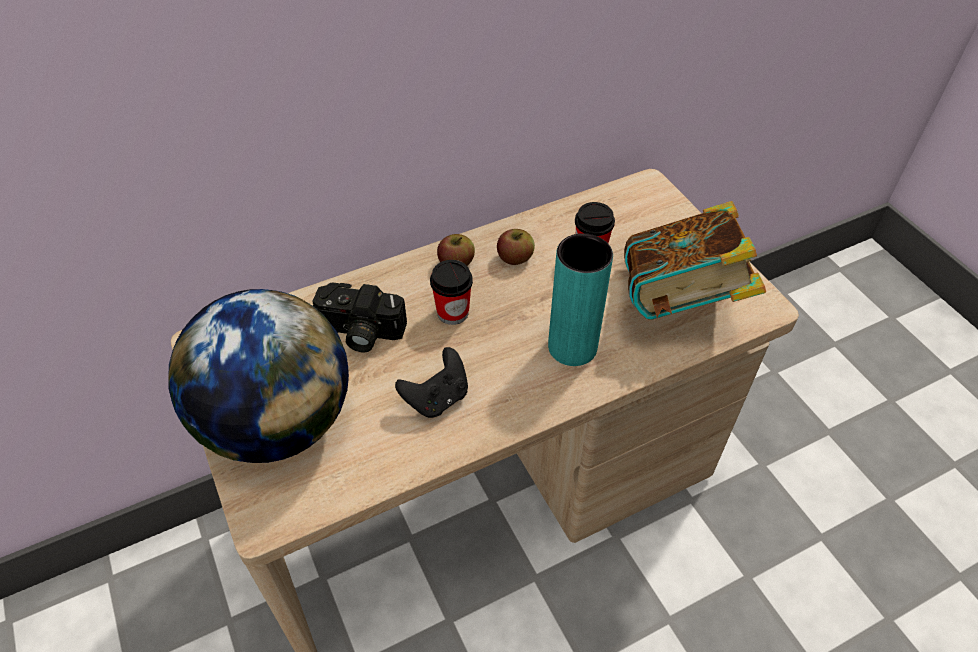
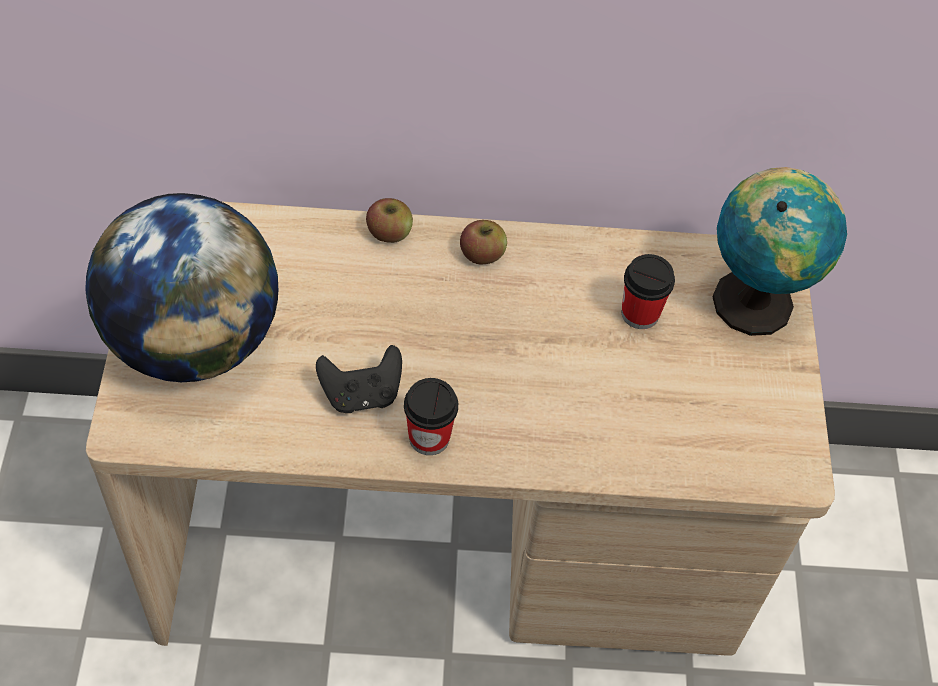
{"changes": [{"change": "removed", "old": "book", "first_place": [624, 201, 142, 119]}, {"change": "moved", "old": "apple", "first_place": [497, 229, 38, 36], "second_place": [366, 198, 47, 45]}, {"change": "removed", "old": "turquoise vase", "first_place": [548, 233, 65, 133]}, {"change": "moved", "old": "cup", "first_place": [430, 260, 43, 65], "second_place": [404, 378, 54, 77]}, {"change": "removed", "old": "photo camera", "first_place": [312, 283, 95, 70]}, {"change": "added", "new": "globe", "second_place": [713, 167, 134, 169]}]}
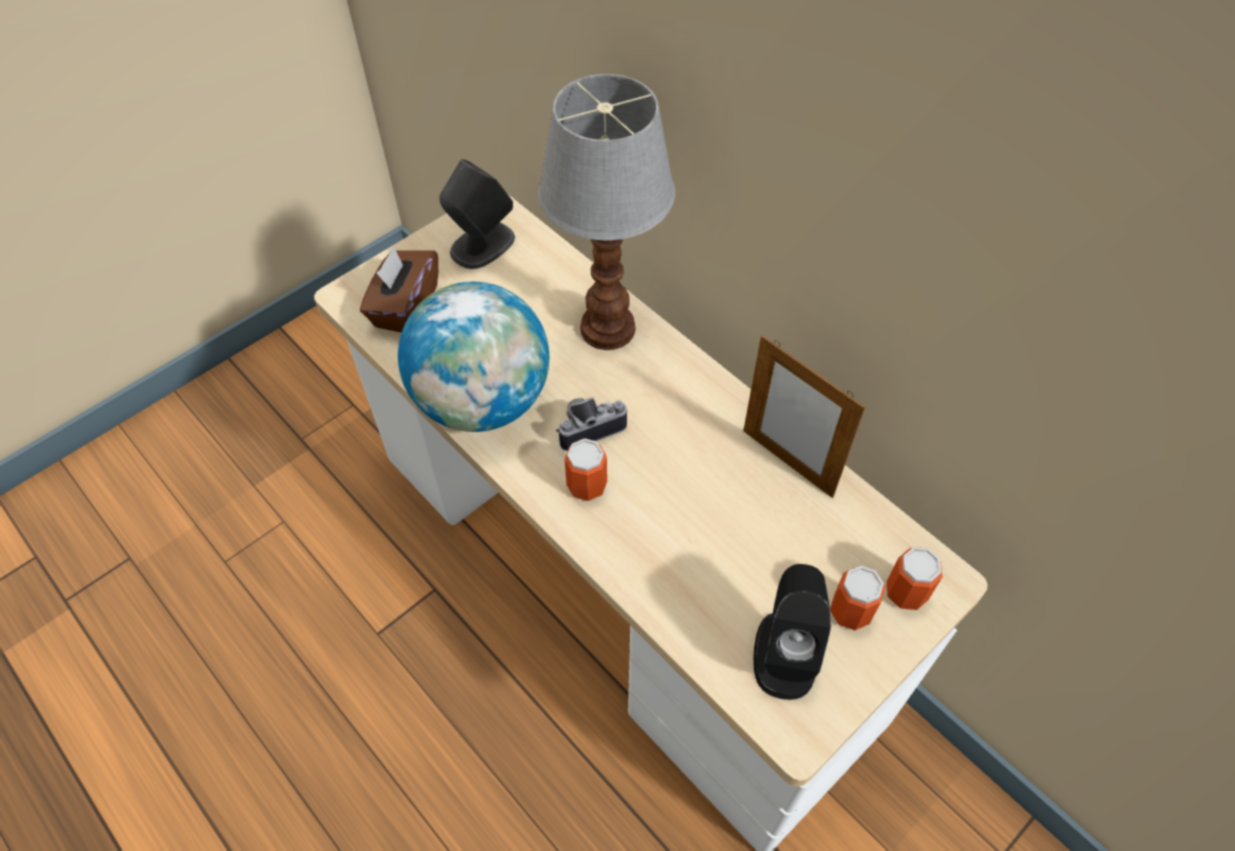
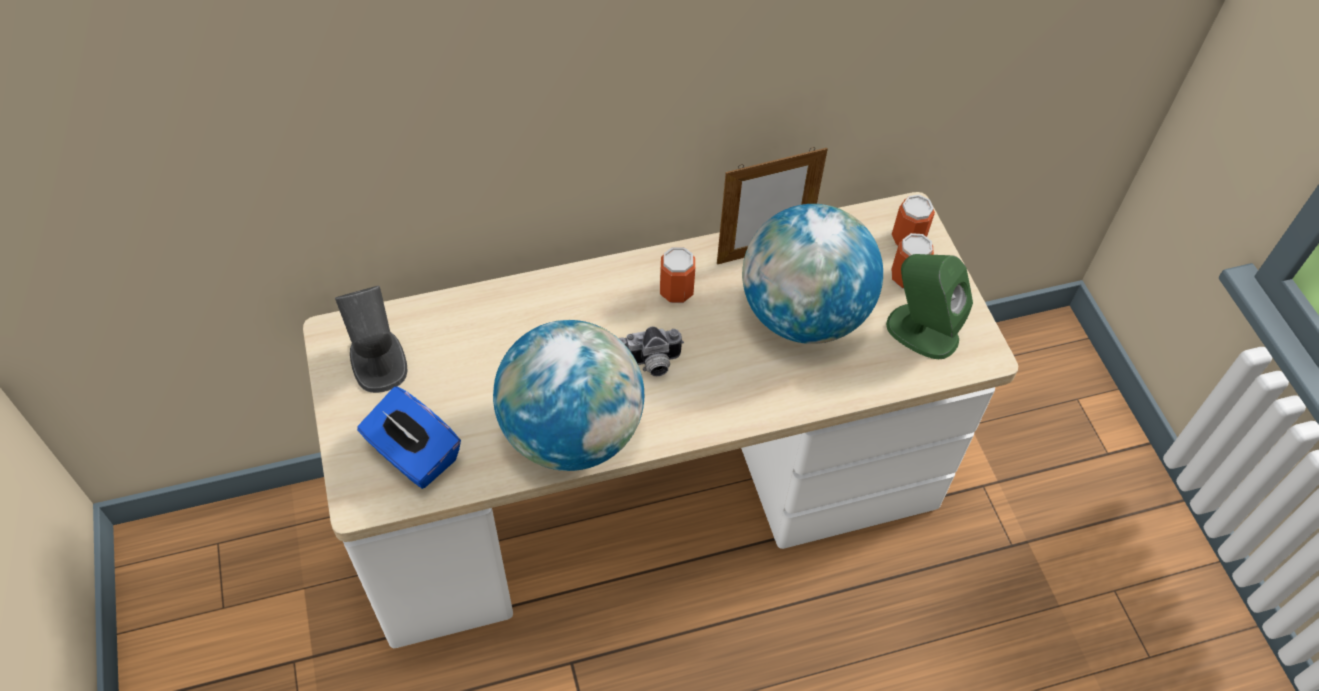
{"changes": [{"change": "removed", "old": "table lamp", "first_place": [538, 74, 137, 276]}, {"change": "recoloured", "old": "brown tissue box", "new": "blue tissue box", "first_place": [360, 247, 78, 86], "second_place": [357, 387, 104, 102]}, {"change": "turned", "old": "photo camera", "first_place": [556, 397, 71, 54], "second_place": [619, 327, 65, 49], "degrees": -105}, {"change": "moved", "old": "can", "first_place": [565, 438, 42, 63], "second_place": [660, 247, 35, 56]}, {"change": "recoloured", "old": "black speaker", "new": "green speaker", "first_place": [753, 564, 78, 136], "second_place": [886, 254, 87, 105]}, {"change": "added", "new": "globe", "second_place": [742, 204, 141, 140]}]}
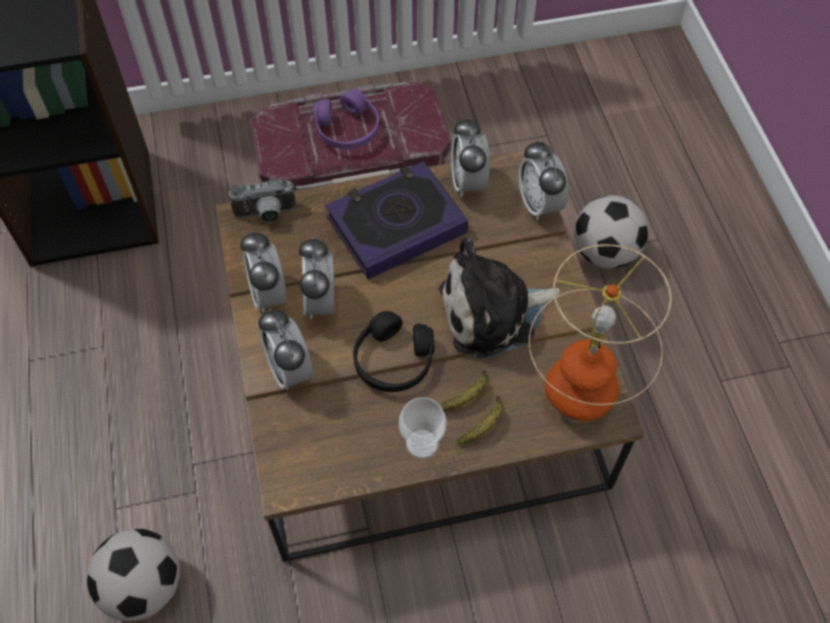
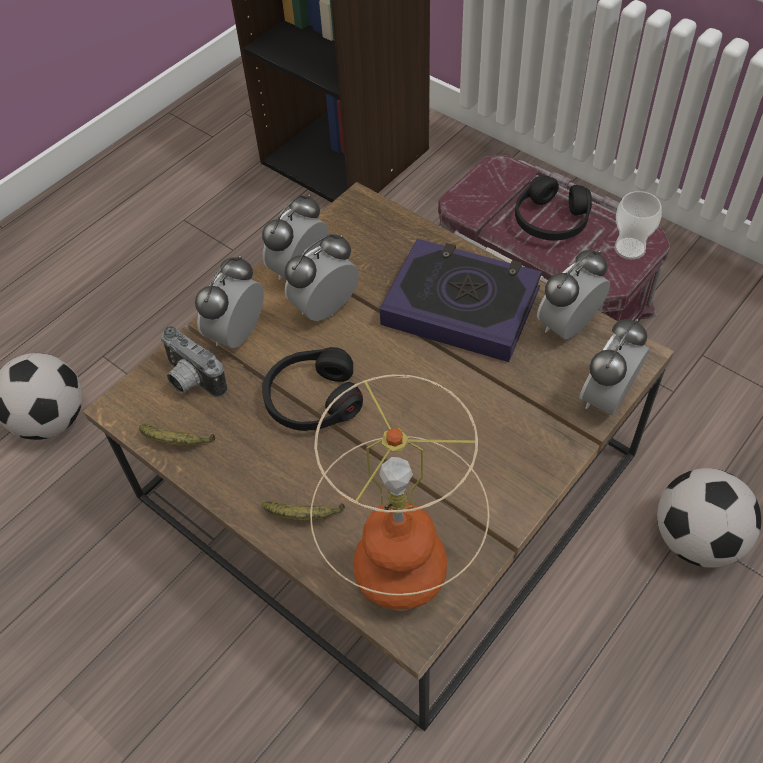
{"changes": [{"change": "recoloured", "old": "purple headphones", "new": "black headphones", "first_place": [313, 89, 66, 60], "second_place": [515, 176, 77, 65]}, {"change": "moved", "old": "photo camera", "first_place": [229, 179, 67, 44], "second_place": [161, 326, 66, 71]}, {"change": "removed", "old": "plush toy", "first_place": [439, 237, 121, 121]}, {"change": "moved", "old": "banana", "first_place": [440, 369, 47, 43], "second_place": [139, 424, 77, 22]}, {"change": "moved", "old": "cup", "first_place": [399, 397, 47, 62], "second_place": [614, 191, 48, 69]}]}
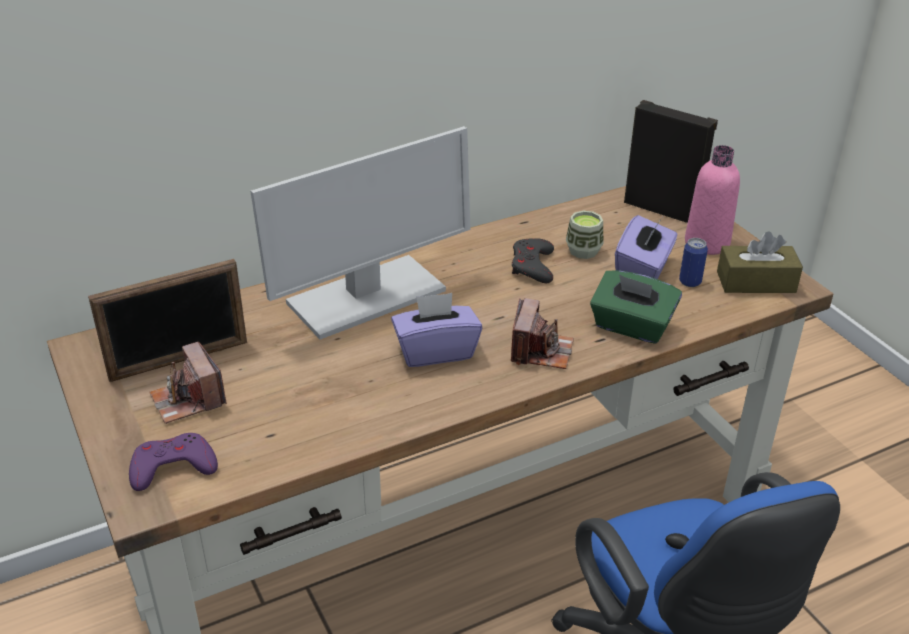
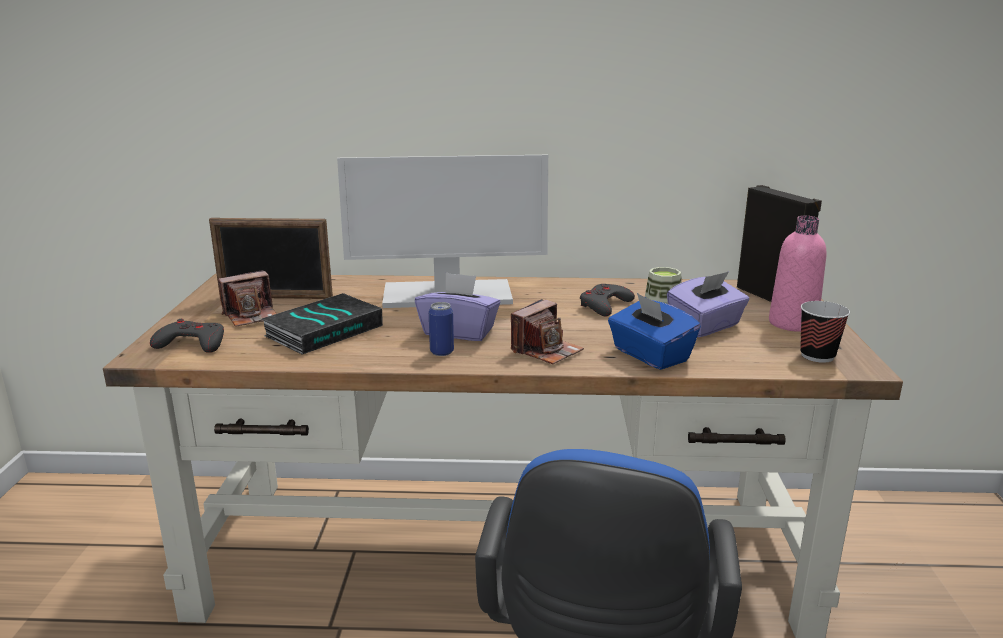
{"changes": [{"change": "replaced", "old": "brown tissue box", "new": "cup", "first_place": [717, 231, 86, 62], "second_place": [800, 301, 50, 62]}, {"change": "moved", "old": "can", "first_place": [679, 238, 29, 49], "second_place": [429, 302, 25, 54]}, {"change": "recoloured", "old": "green tissue box", "new": "blue tissue box", "first_place": [590, 271, 92, 73], "second_place": [608, 293, 93, 77]}, {"change": "turned", "old": "photo camera", "first_place": [150, 342, 77, 82], "second_place": [218, 270, 59, 57], "degrees": -120}, {"change": "recoloured", "old": "purple game controller", "new": "grey game controller", "first_place": [129, 433, 89, 58], "second_place": [150, 319, 74, 34]}, {"change": "added", "new": "book", "second_place": [261, 293, 122, 62]}]}
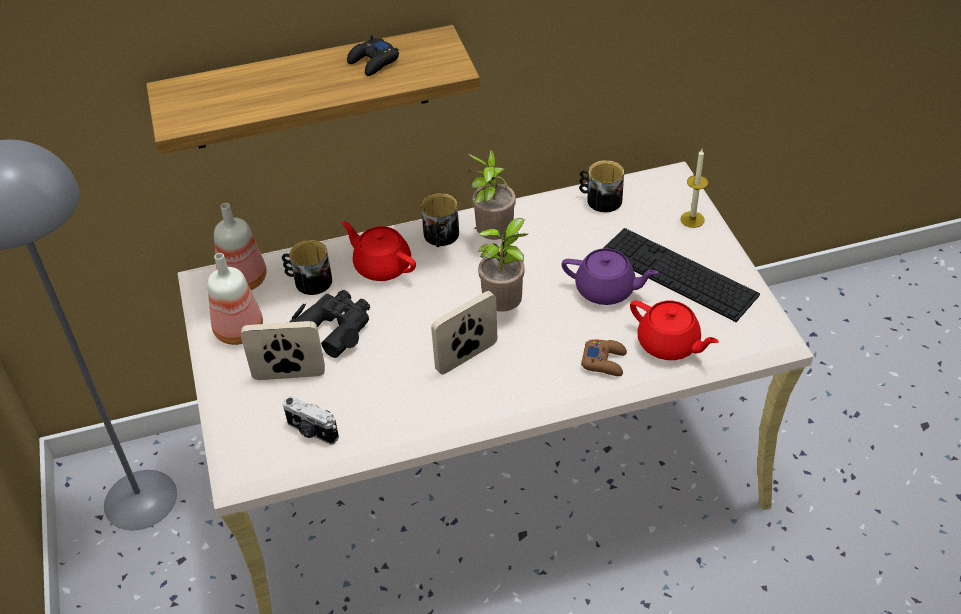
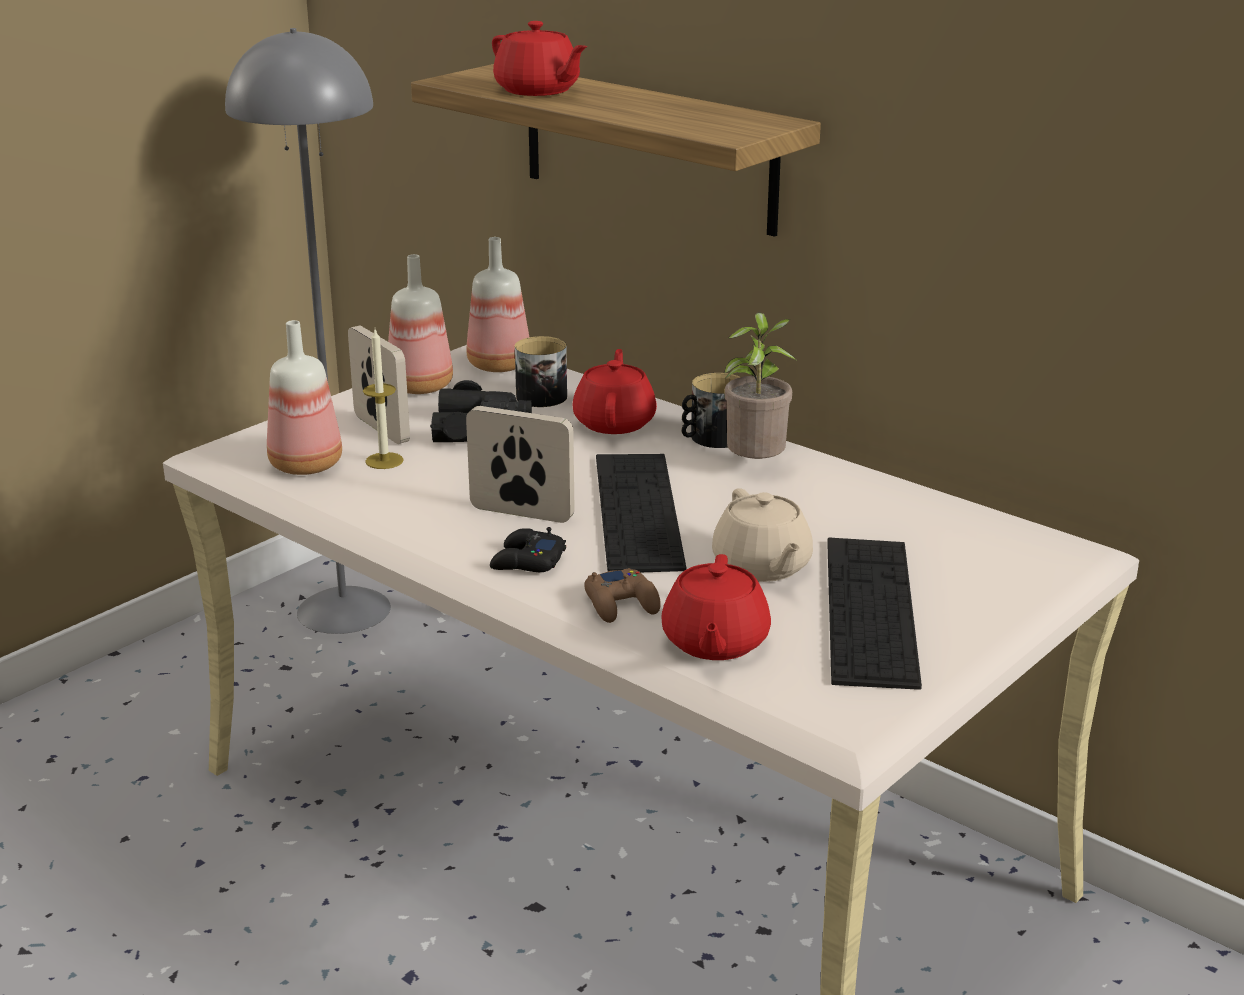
{"changes": [{"change": "moved", "old": "black game controller", "first_place": [347, 35, 52, 41], "second_place": [490, 527, 76, 45]}, {"change": "moved", "old": "candle", "first_place": [680, 149, 28, 79], "second_place": [363, 329, 41, 140]}, {"change": "removed", "old": "mug", "first_place": [579, 160, 45, 52]}, {"change": "replaced", "old": "potted plant", "new": "keyboard", "first_place": [478, 218, 50, 94], "second_place": [596, 454, 90, 118]}, {"change": "recoloured", "old": "purple teapot", "new": "beige teapot", "first_place": [562, 248, 97, 57], "second_place": [712, 488, 101, 94]}, {"change": "replaced", "old": "photo camera", "new": "bottle", "first_place": [283, 396, 56, 49], "second_place": [267, 320, 75, 155]}, {"change": "added", "new": "red teapot", "second_place": [492, 21, 96, 75]}]}
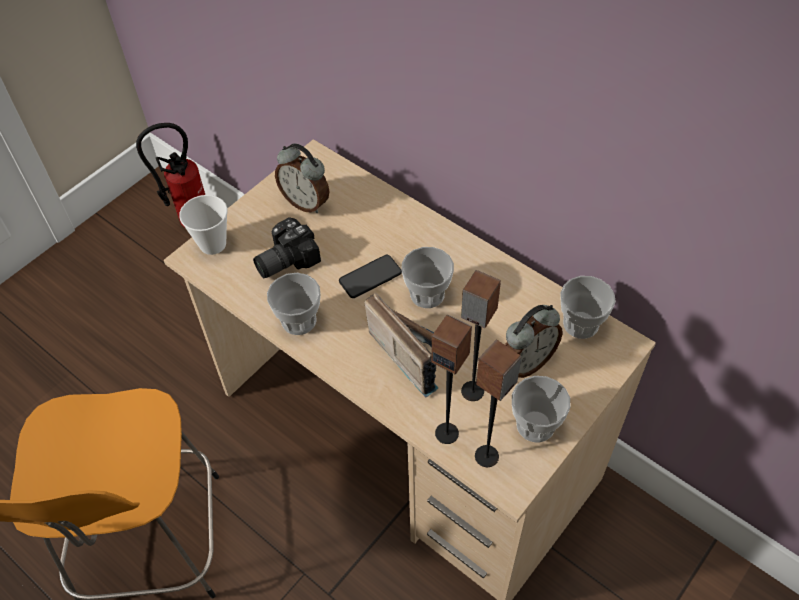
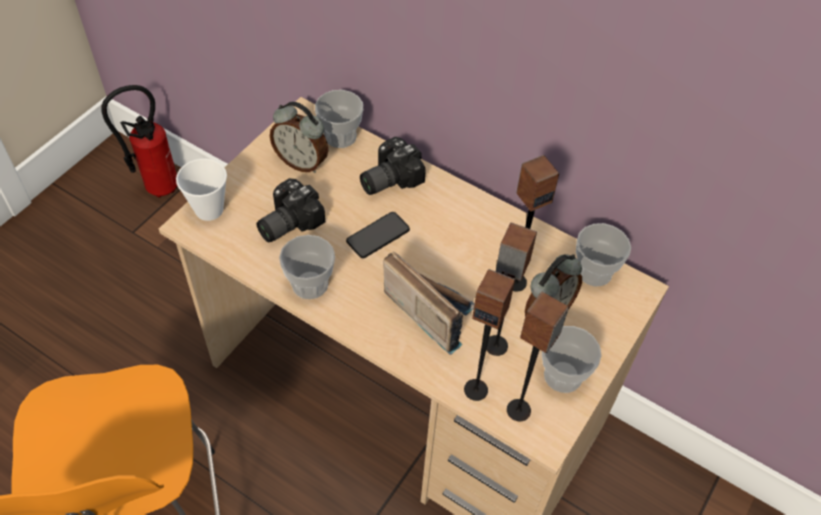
{"changes": [{"change": "moved", "old": "cup", "first_place": [401, 247, 53, 61], "second_place": [315, 90, 48, 58]}, {"change": "added", "new": "photo camera", "second_place": [360, 137, 66, 58]}, {"change": "added", "new": "speaker", "second_place": [513, 155, 46, 137]}]}
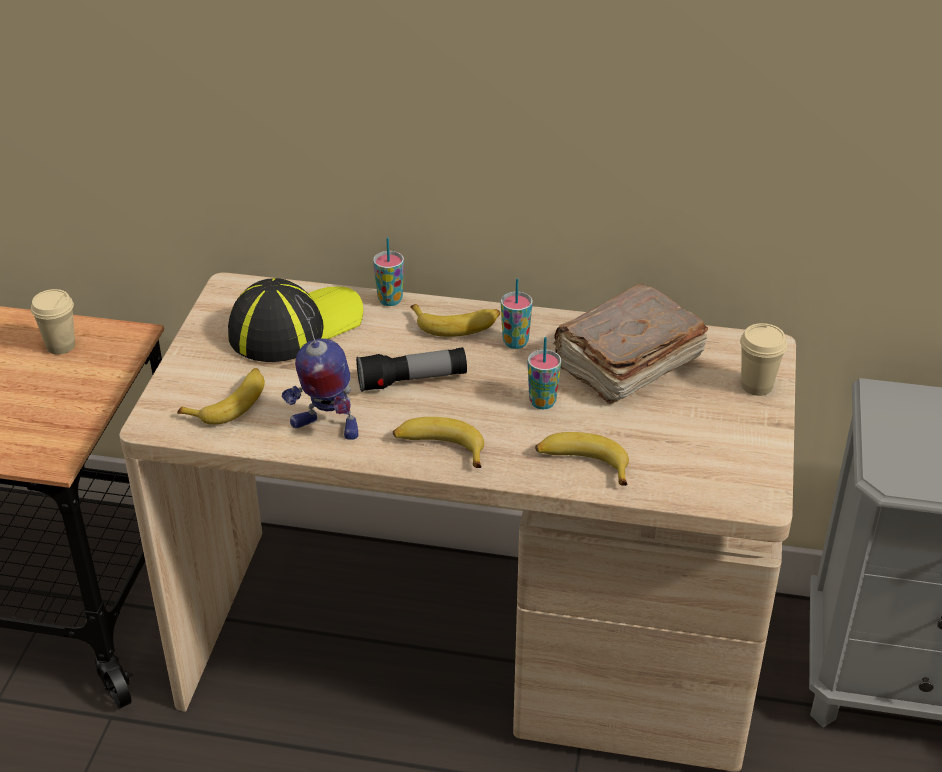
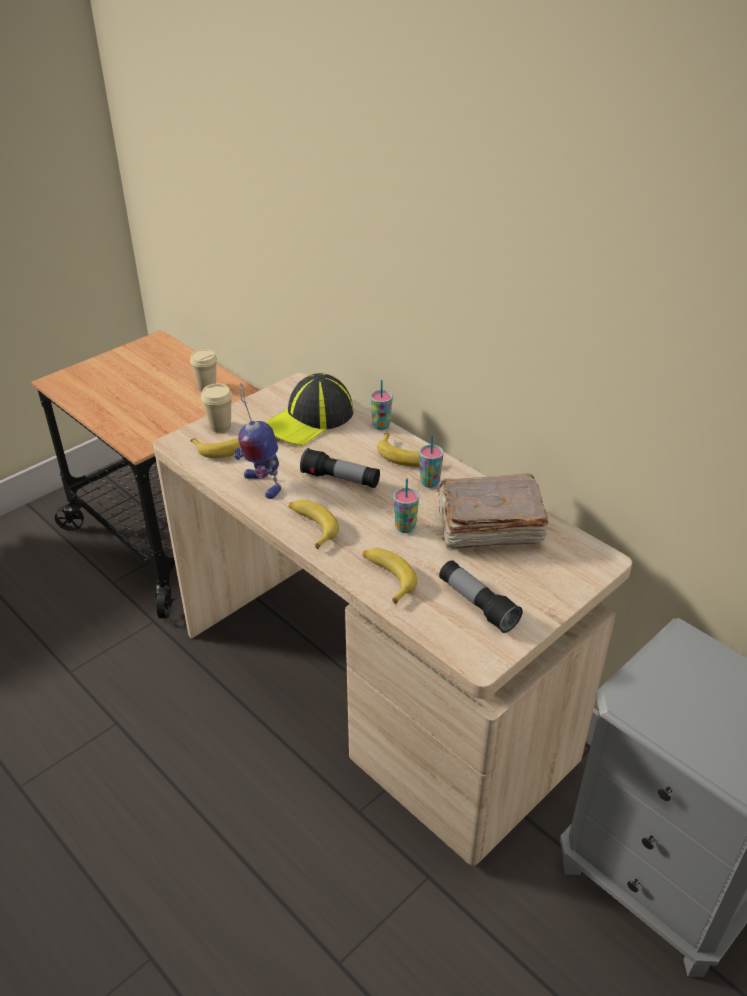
{"changes": [{"change": "turned", "old": "cap", "first_place": [228, 278, 136, 84], "second_place": [265, 373, 88, 73], "degrees": 135}, {"change": "moved", "old": "beige cup", "first_place": [740, 323, 47, 73], "second_place": [201, 383, 31, 50]}, {"change": "added", "new": "flashlight", "second_place": [439, 560, 84, 73]}]}
